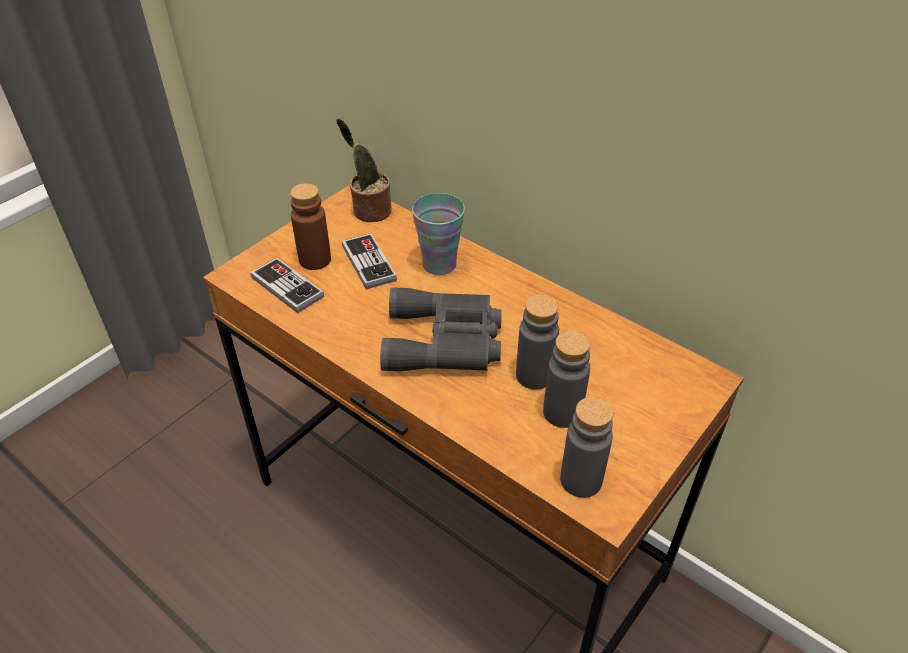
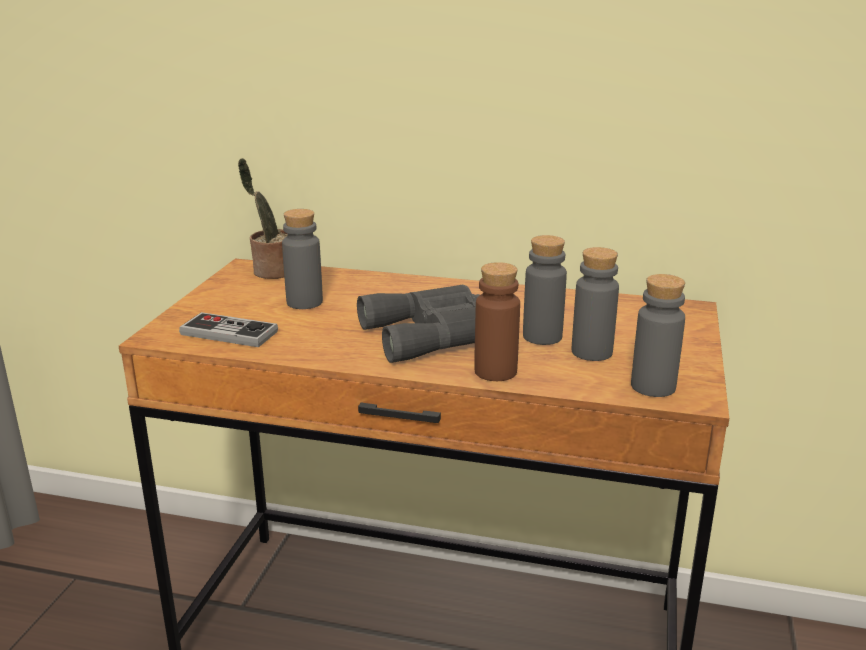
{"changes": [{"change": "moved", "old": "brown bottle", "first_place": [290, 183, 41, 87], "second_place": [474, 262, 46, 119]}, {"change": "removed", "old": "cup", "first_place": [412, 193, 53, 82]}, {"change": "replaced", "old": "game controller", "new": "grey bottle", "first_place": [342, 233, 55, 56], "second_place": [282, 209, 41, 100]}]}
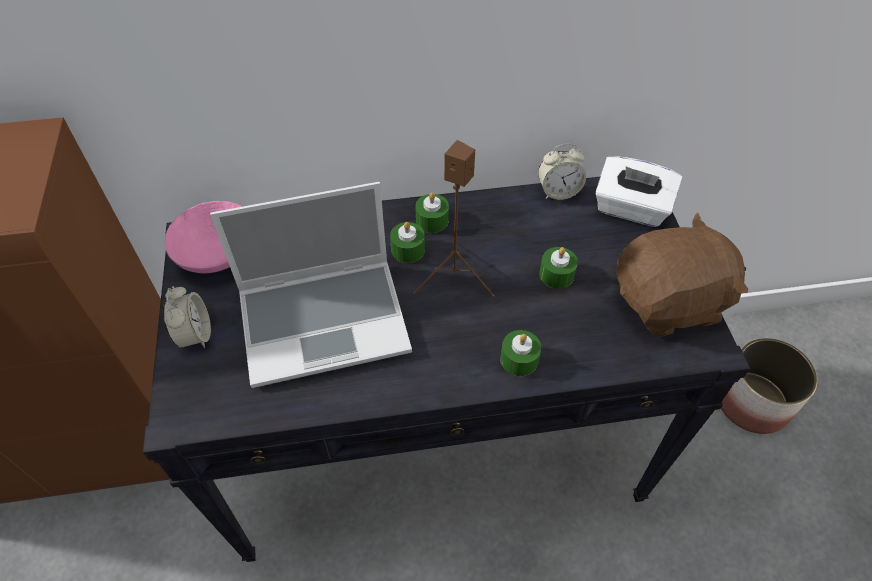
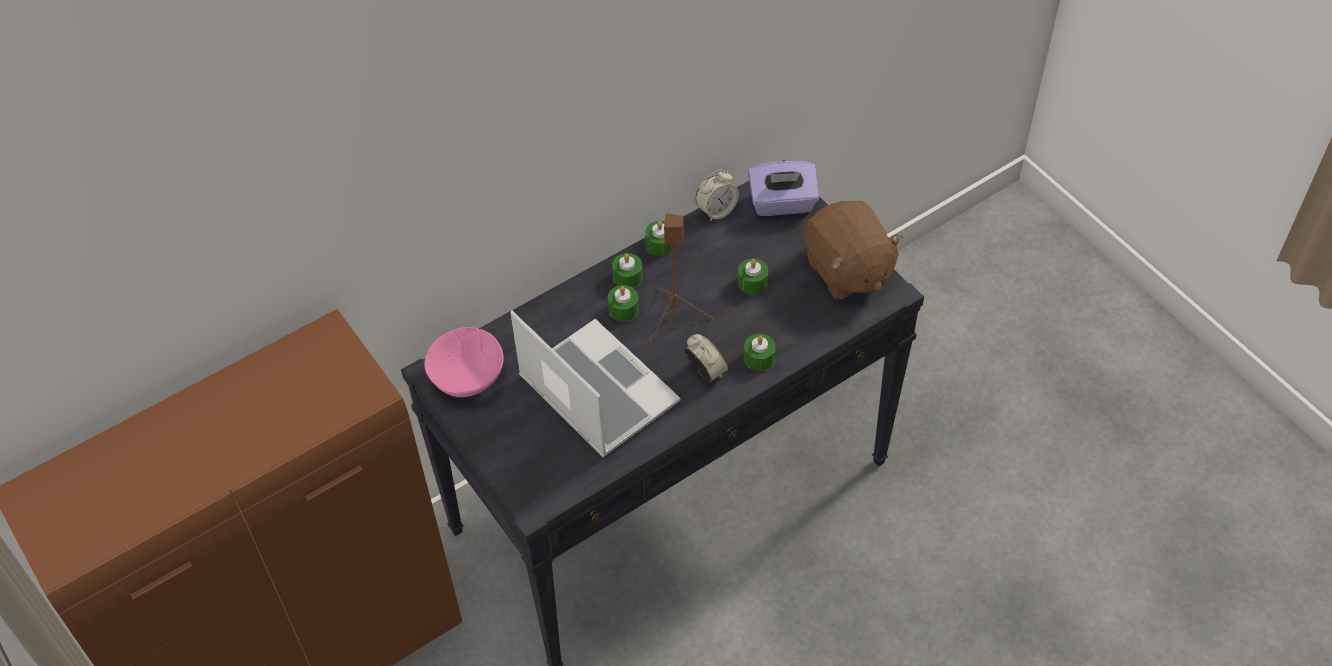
{"changes": [{"change": "recoloured", "old": "white tissue box", "new": "purple tissue box", "first_place": [595, 157, 87, 70], "second_place": [748, 161, 71, 55]}, {"change": "turned", "old": "laptop", "first_place": [210, 182, 202, 206], "second_place": [510, 311, 171, 146], "degrees": -90}, {"change": "turned", "old": "brown plush toy", "first_place": [616, 213, 132, 124], "second_place": [804, 201, 99, 98], "degrees": 105}, {"change": "moved", "old": "alarm clock", "first_place": [163, 286, 48, 62], "second_place": [685, 334, 43, 49]}, {"change": "removed", "old": "planter", "first_place": [721, 338, 96, 96]}, {"change": "added", "new": "green candle", "second_place": [645, 221, 26, 35]}]}
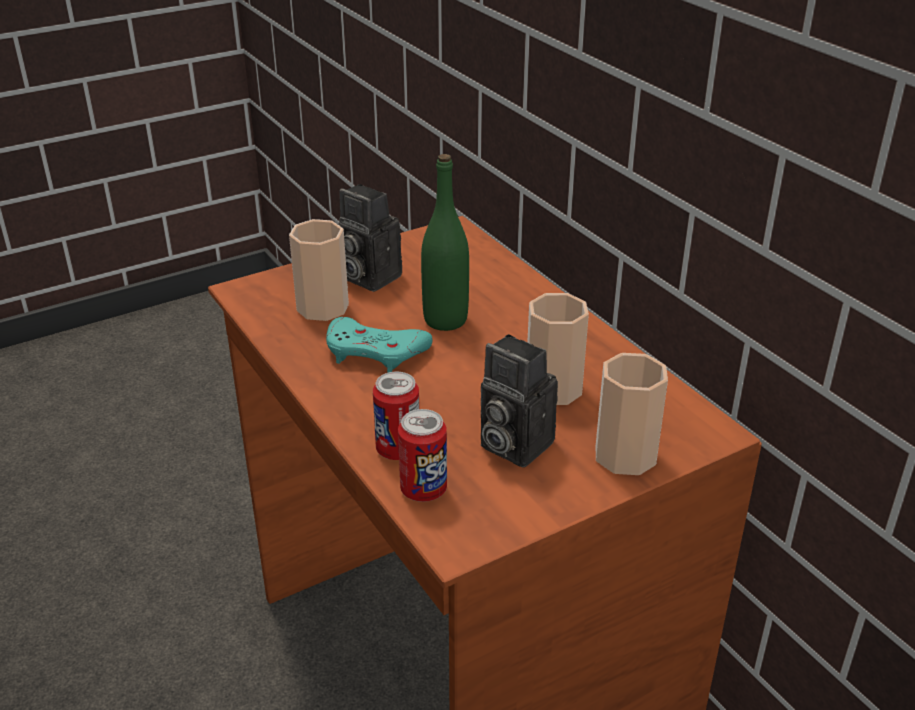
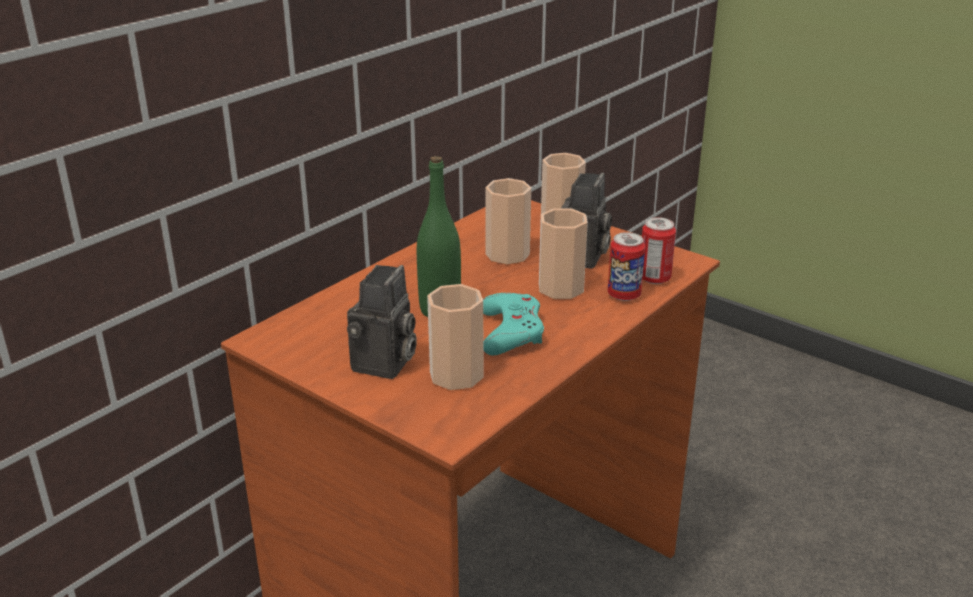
{"changes": [{"change": "added", "new": "cup", "second_place": [539, 208, 49, 91]}]}
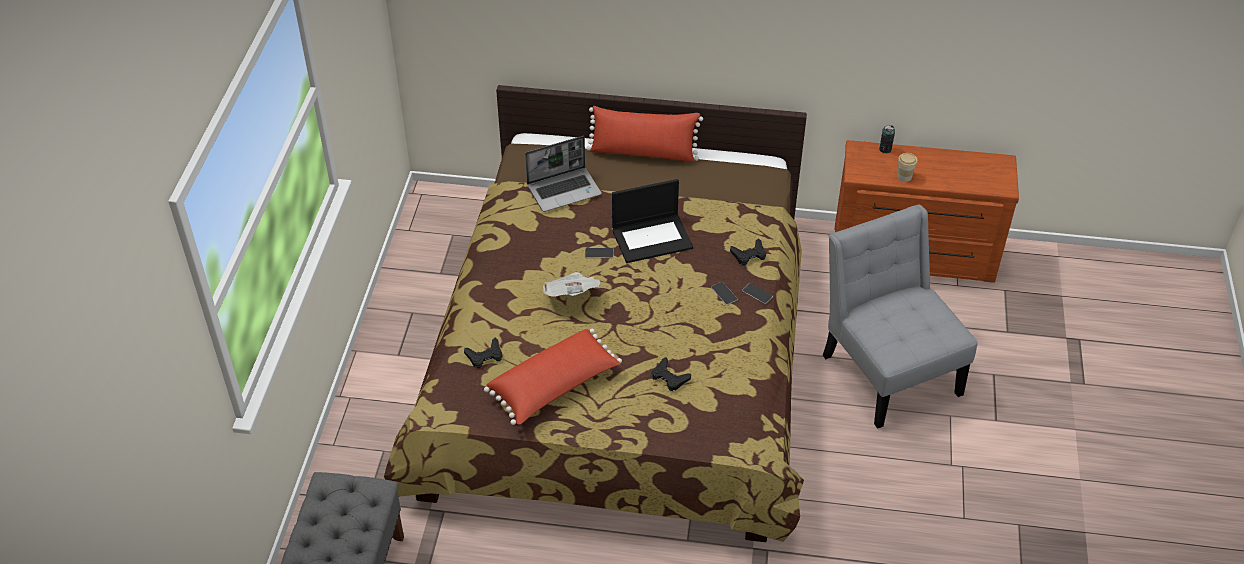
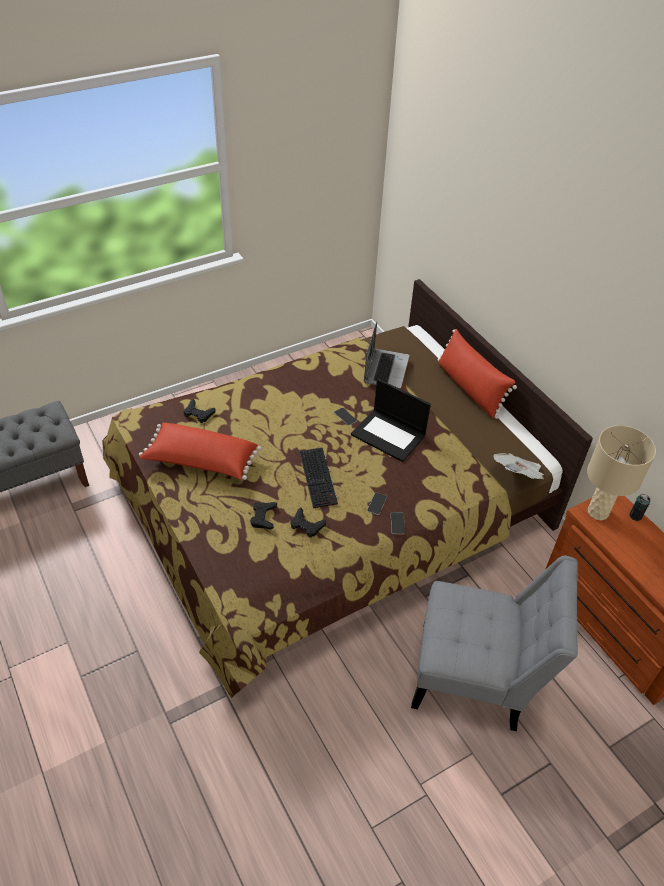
{"changes": [{"change": "turned", "old": "laptop", "first_place": [525, 136, 77, 76], "second_place": [364, 322, 45, 67], "degrees": -105}, {"change": "removed", "old": "cup", "first_place": [897, 153, 21, 29]}, {"change": "turned", "old": "grey chair", "first_place": [823, 204, 154, 225], "second_place": [411, 556, 167, 175], "degrees": 75}, {"change": "moved", "old": "black game controller", "first_place": [730, 238, 36, 27], "second_place": [290, 508, 36, 30]}, {"change": "moved", "old": "newspaper", "first_place": [543, 272, 58, 25], "second_place": [494, 453, 50, 26]}, {"change": "added", "new": "beige table lamp", "second_place": [587, 425, 69, 96]}, {"change": "added", "new": "keyboard", "second_place": [299, 448, 39, 60]}]}
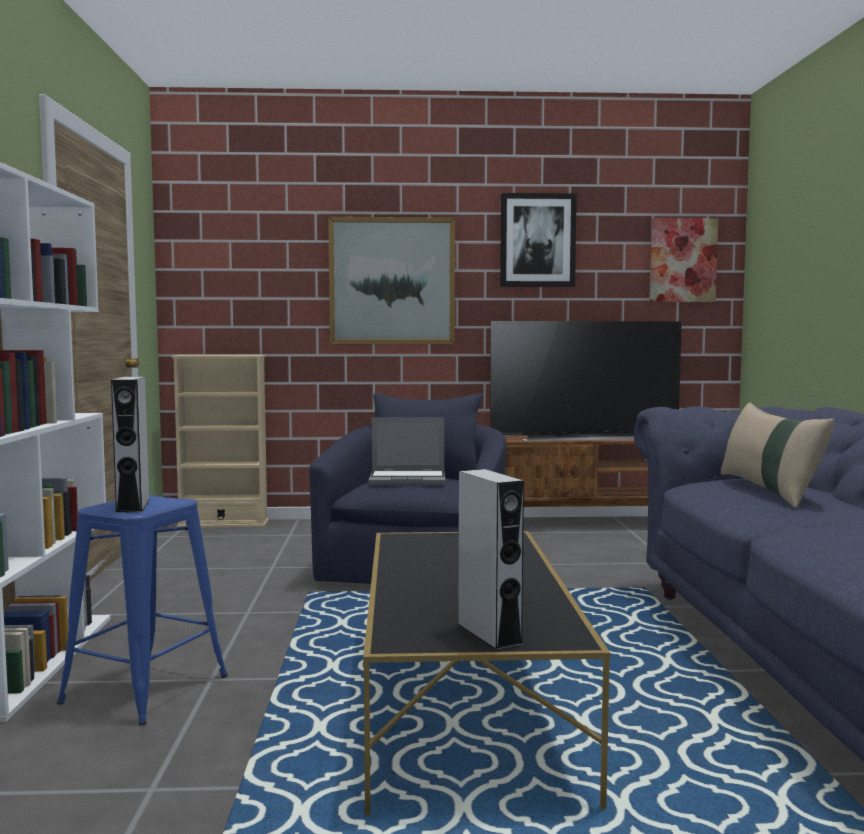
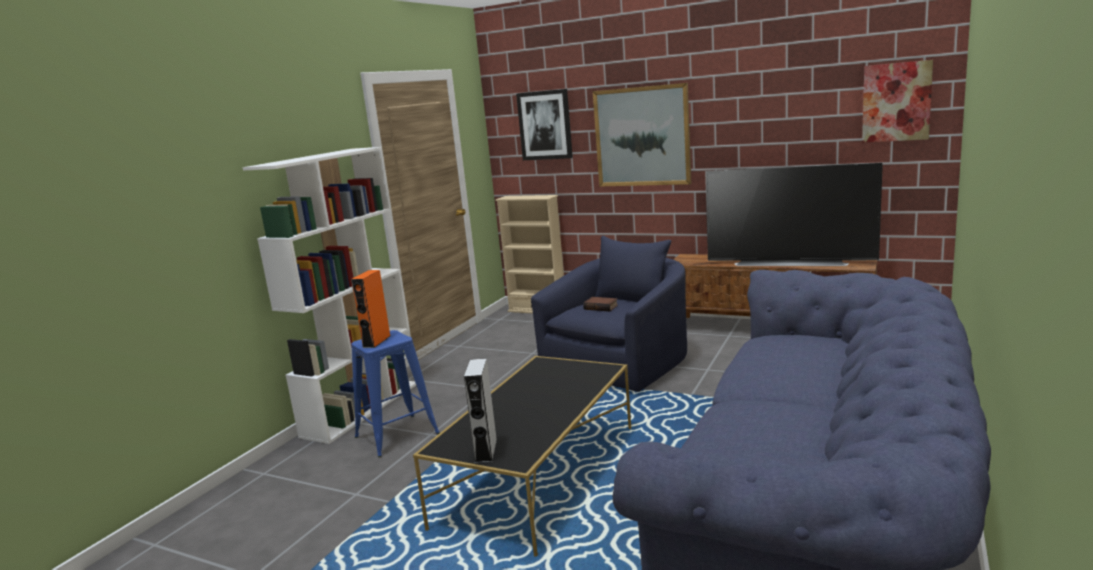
{"changes": [{"change": "moved", "old": "picture", "first_place": [500, 193, 77, 94], "second_place": [516, 89, 57, 71]}, {"change": "recoloured", "old": "grey speaker", "new": "orange speaker", "first_place": [111, 377, 39, 136], "second_place": [351, 270, 39, 78]}, {"change": "removed", "old": "beige pillow", "first_place": [721, 402, 114, 106]}, {"change": "replaced", "old": "laptop", "new": "book", "first_place": [369, 418, 77, 67], "second_place": [583, 297, 35, 15]}]}
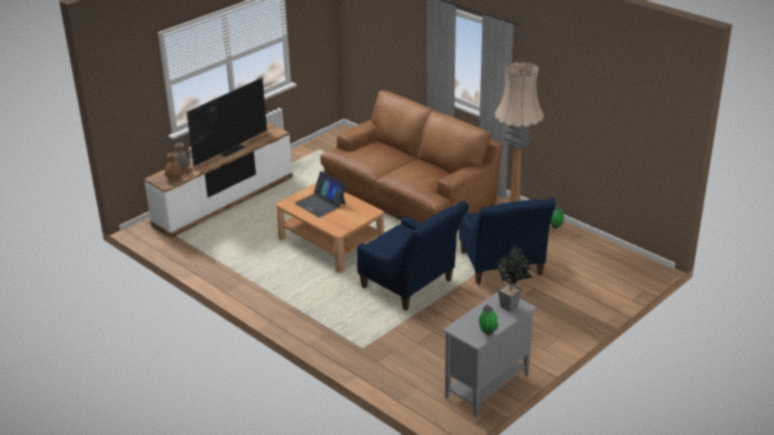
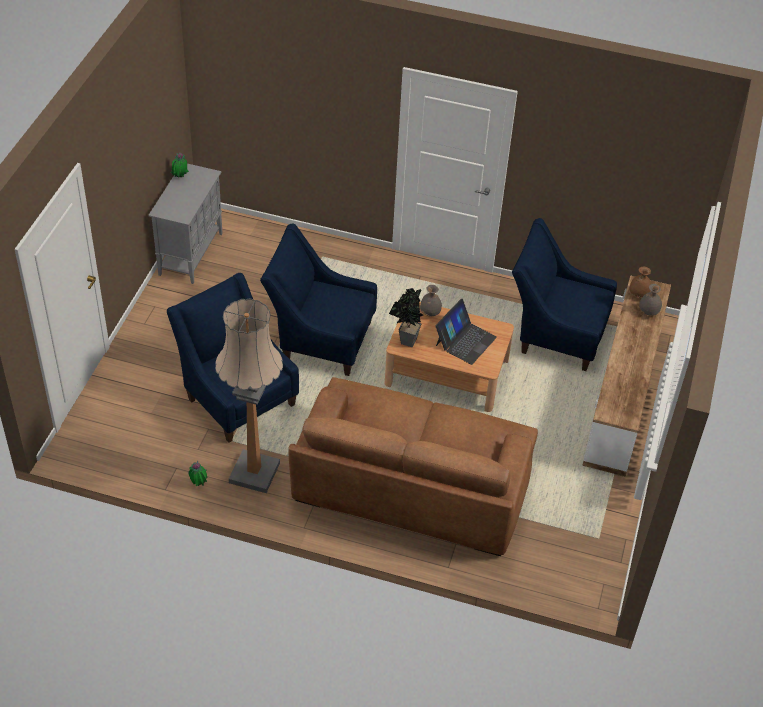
{"changes": [{"change": "removed", "old": "television", "first_place": [187, 78, 80, 89]}, {"change": "turned", "old": "laptop", "first_place": [295, 171, 51, 47], "second_place": [435, 299, 62, 66], "degrees": 105}, {"change": "moved", "old": "potted plant", "first_place": [497, 245, 35, 67], "second_place": [389, 288, 34, 59]}, {"change": "added", "new": "blue armchair", "second_place": [512, 218, 105, 153]}, {"change": "added", "new": "grey vase", "second_place": [420, 285, 22, 32]}]}
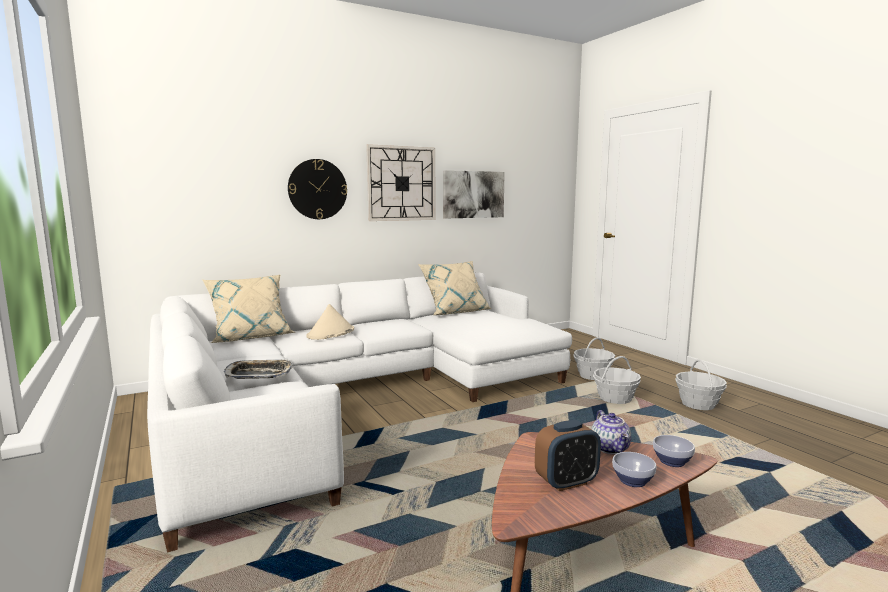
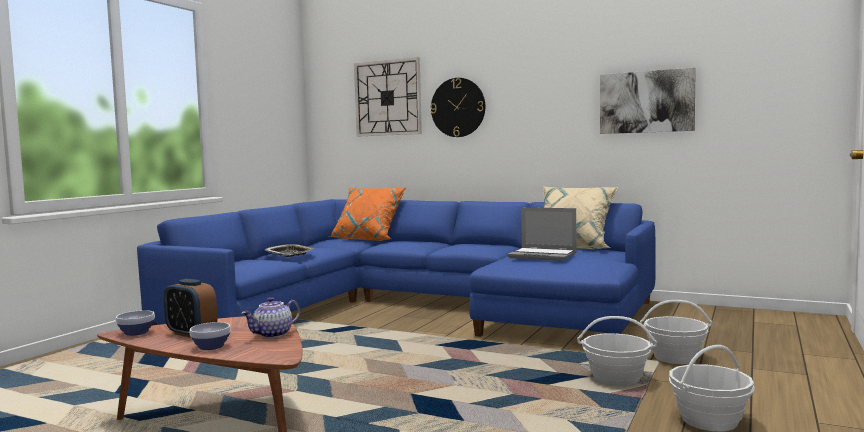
{"changes": [{"change": "moved", "old": "wall clock", "first_place": [366, 144, 69, 77], "second_place": [354, 57, 68, 79]}, {"change": "recoloured", "old": "white sofa", "new": "blue sofa", "first_place": [147, 273, 425, 280], "second_place": [137, 199, 519, 138]}, {"change": "recoloured", "old": "beige pillow", "new": "orange pillow", "first_place": [203, 275, 92, 68], "second_place": [329, 187, 78, 54]}, {"change": "removed", "old": "beige hat", "first_place": [306, 304, 48, 36]}, {"change": "moved", "old": "bowl", "first_place": [653, 435, 42, 32], "second_place": [116, 310, 39, 26]}, {"change": "added", "new": "laptop", "second_place": [507, 207, 70, 54]}]}
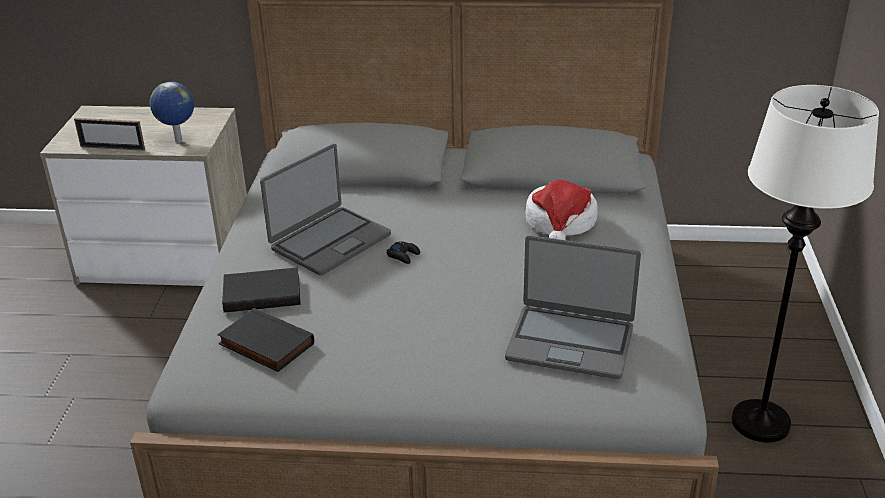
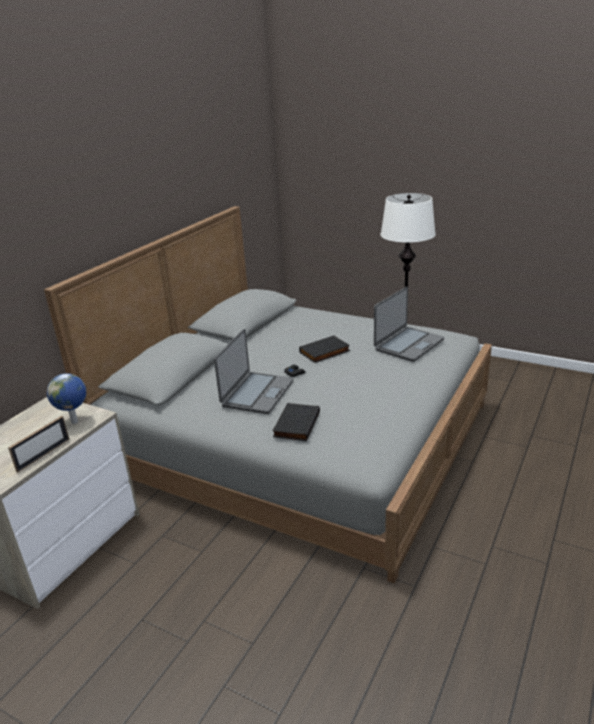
{"changes": [{"change": "turned", "old": "laptop", "first_place": [260, 143, 131, 133], "second_place": [214, 329, 79, 85], "degrees": 45}, {"change": "removed", "old": "hat", "first_place": [525, 180, 73, 60]}, {"change": "moved", "old": "black book", "first_place": [217, 308, 97, 64], "second_place": [299, 336, 51, 27]}]}
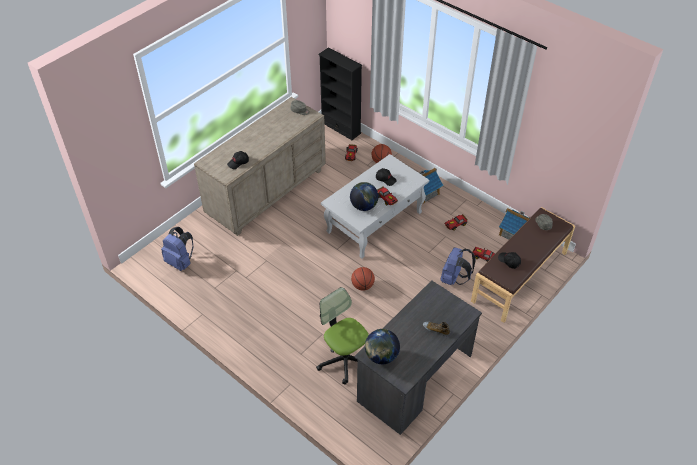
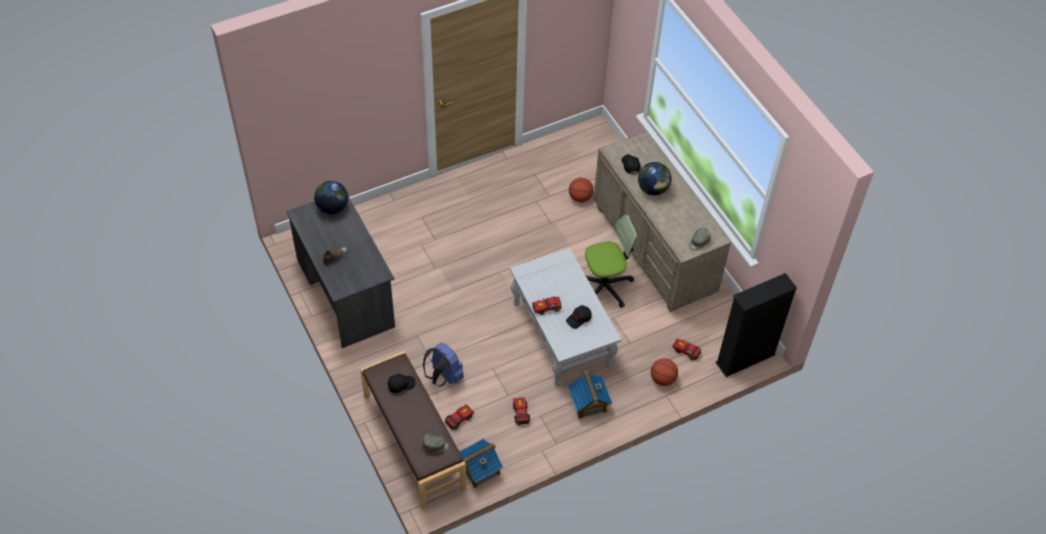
{"changes": [{"change": "moved", "old": "globe", "first_place": [350, 182, 28, 29], "second_place": [638, 162, 34, 33]}, {"change": "removed", "old": "blue backpack", "first_place": [161, 227, 33, 44]}, {"change": "moved", "old": "basketball", "first_place": [351, 267, 24, 24], "second_place": [569, 178, 25, 24]}, {"change": "moved", "old": "office chair", "first_place": [316, 287, 53, 97], "second_place": [585, 214, 52, 94]}]}
